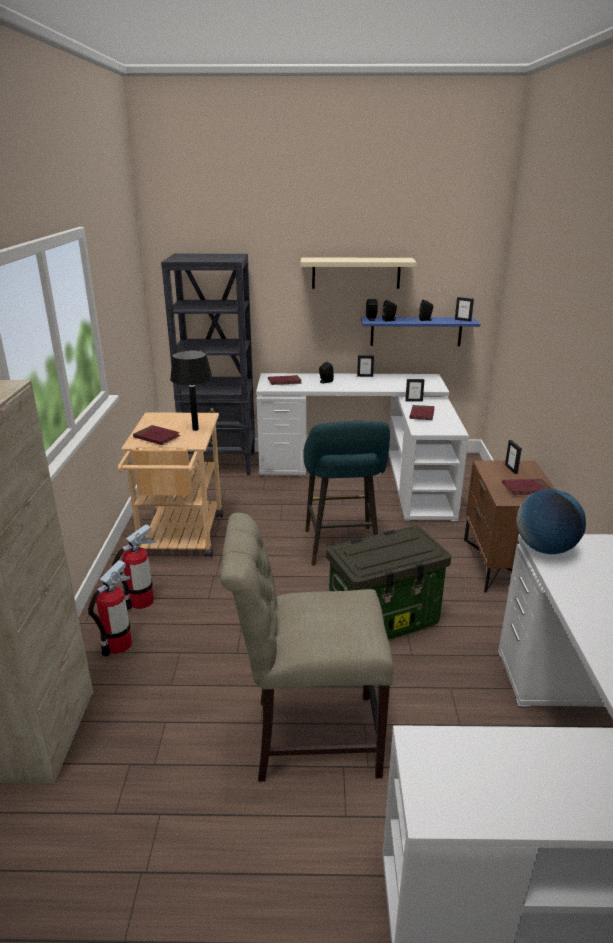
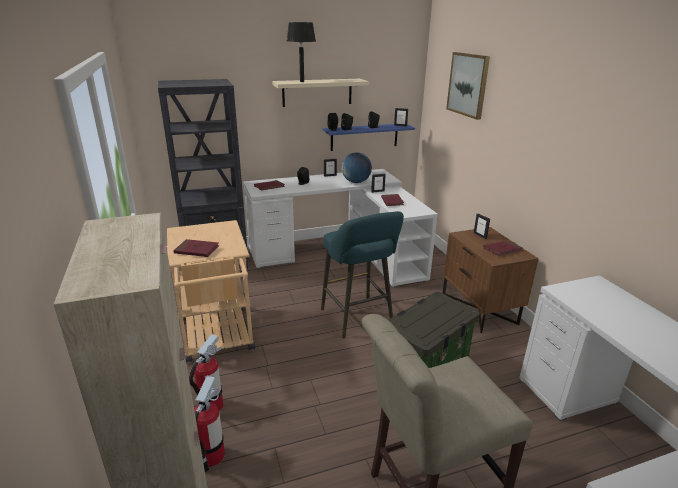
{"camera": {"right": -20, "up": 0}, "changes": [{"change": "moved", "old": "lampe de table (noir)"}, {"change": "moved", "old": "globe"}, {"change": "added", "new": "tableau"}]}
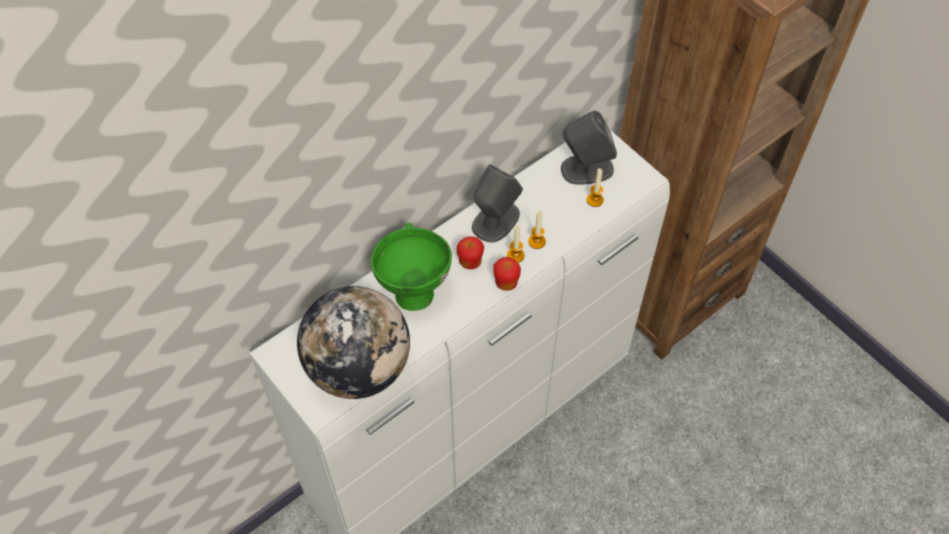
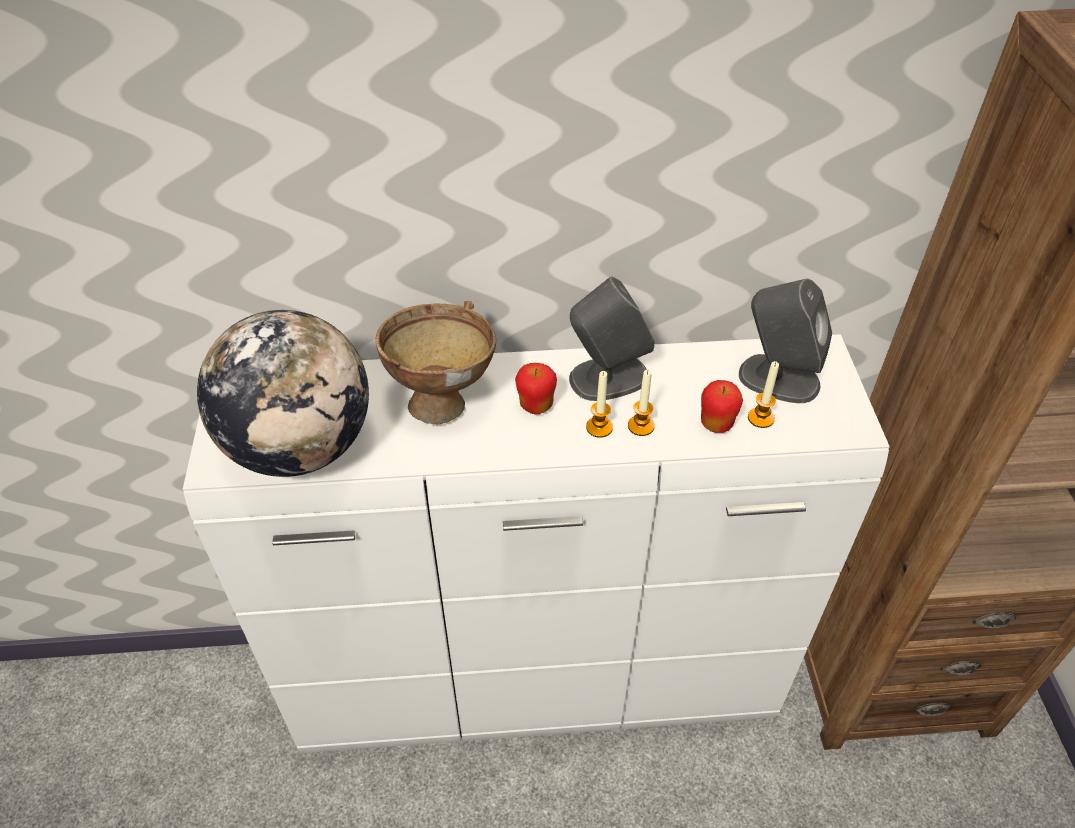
{"camera": {"right": 35, "up": -10}, "changes": [{"change": "recoloured", "old": "bol (vert)", "new": "bol (marron)"}, {"change": "moved", "old": "pomme (2nd from left)"}]}
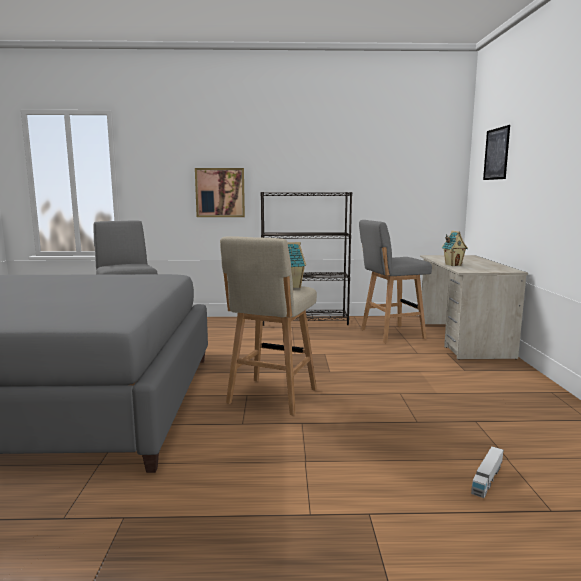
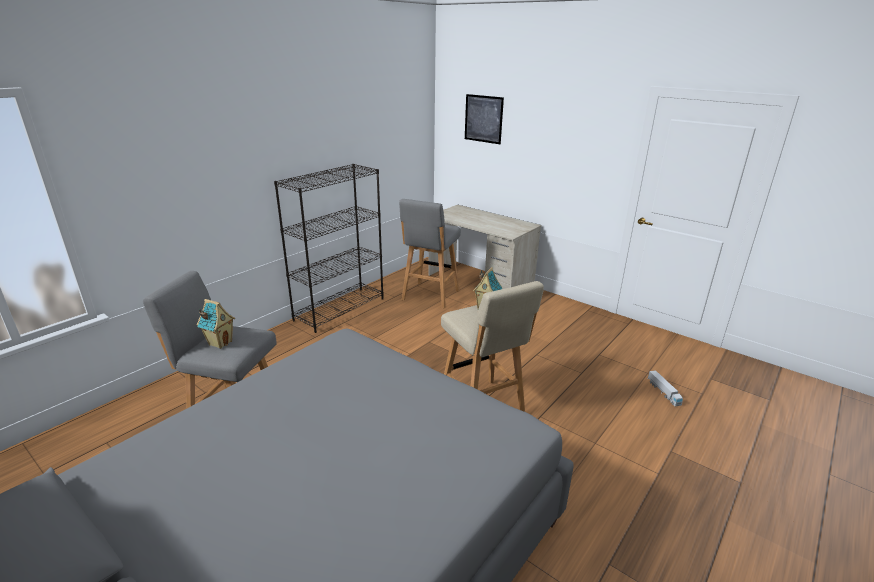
{"camera": {"right": -50, "up": 15}, "changes": [{"change": "moved", "old": "maison miniature (2nd from left in the first image)", "new": "maison miniature (1st from left)"}, {"change": "removed", "old": "tableau (1st from left)"}]}
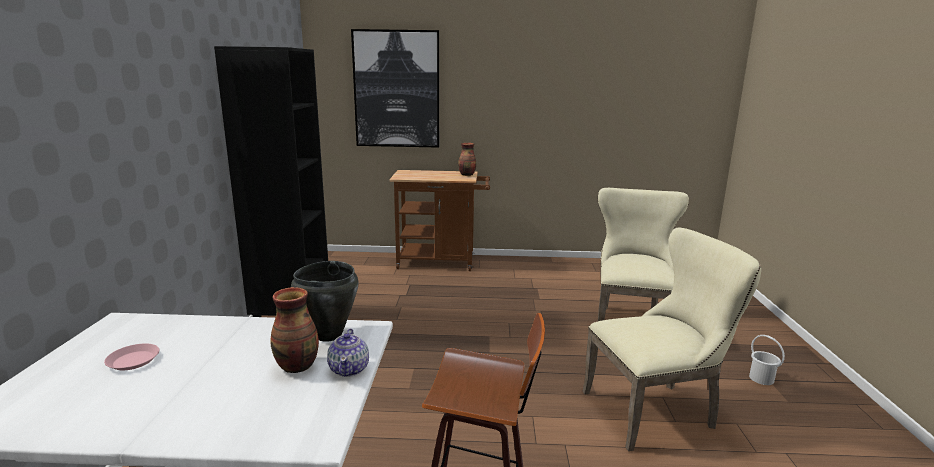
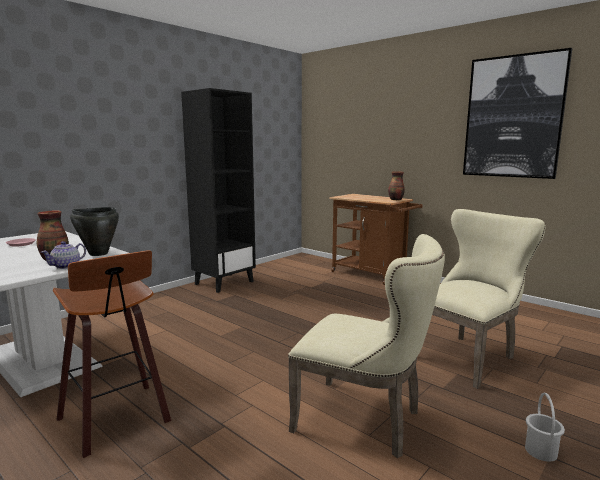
{"camera": {"right": 40, "up": -5}, "changes": [{"change": "moved", "old": "tableau"}]}
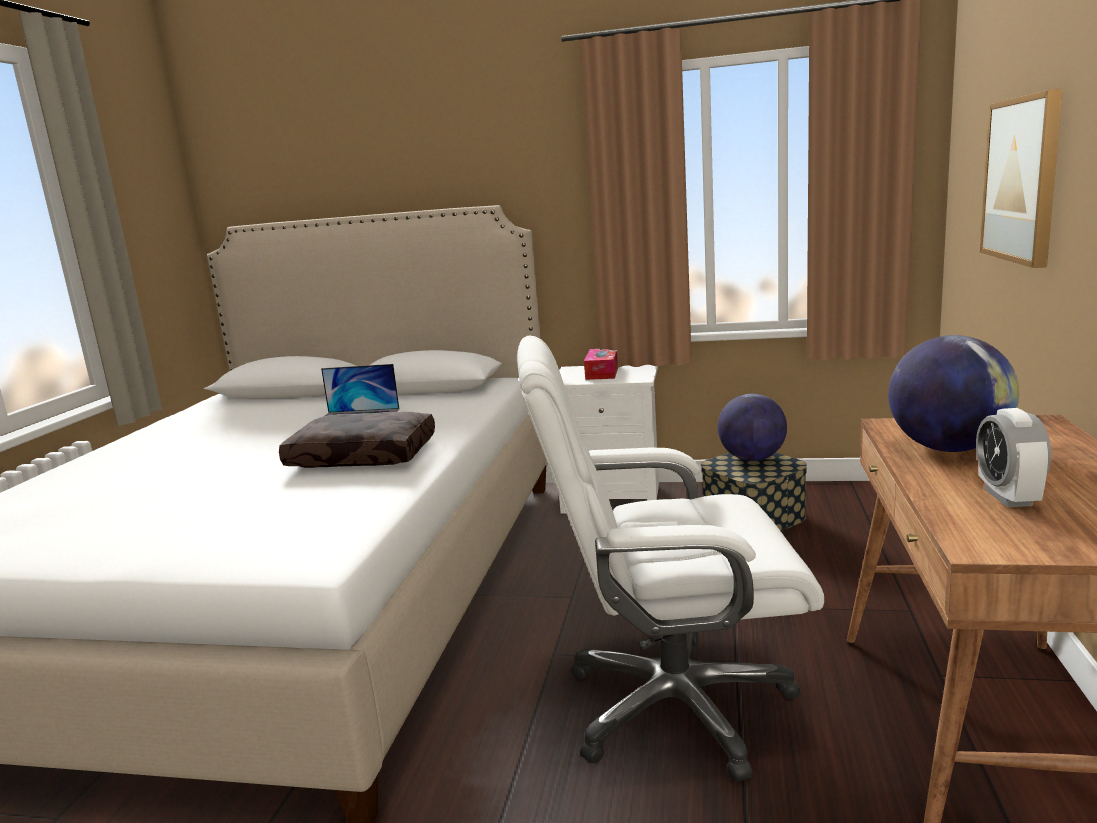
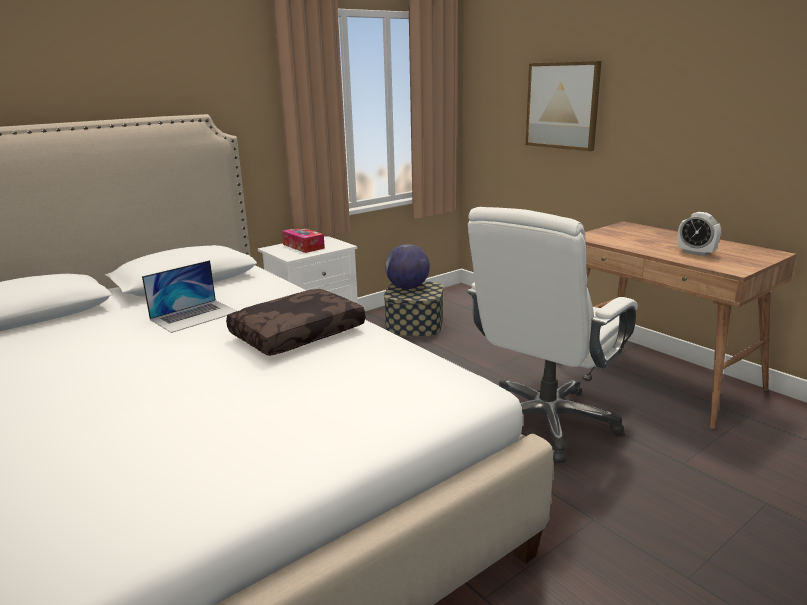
{"camera": {"right": -50, "up": 5}, "changes": [{"change": "removed", "old": "globe (2nd from left)"}]}
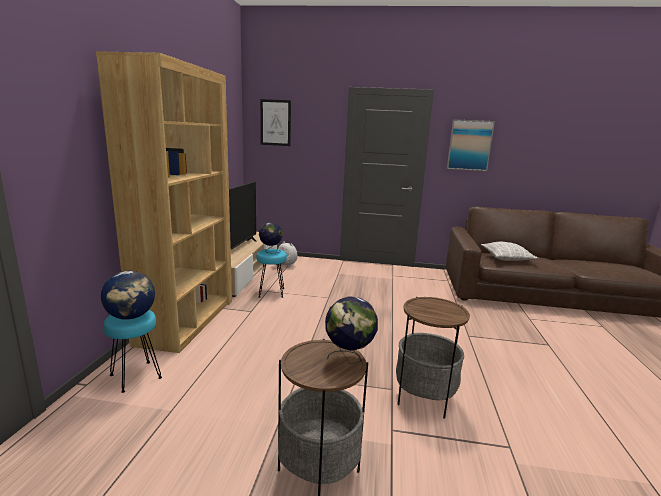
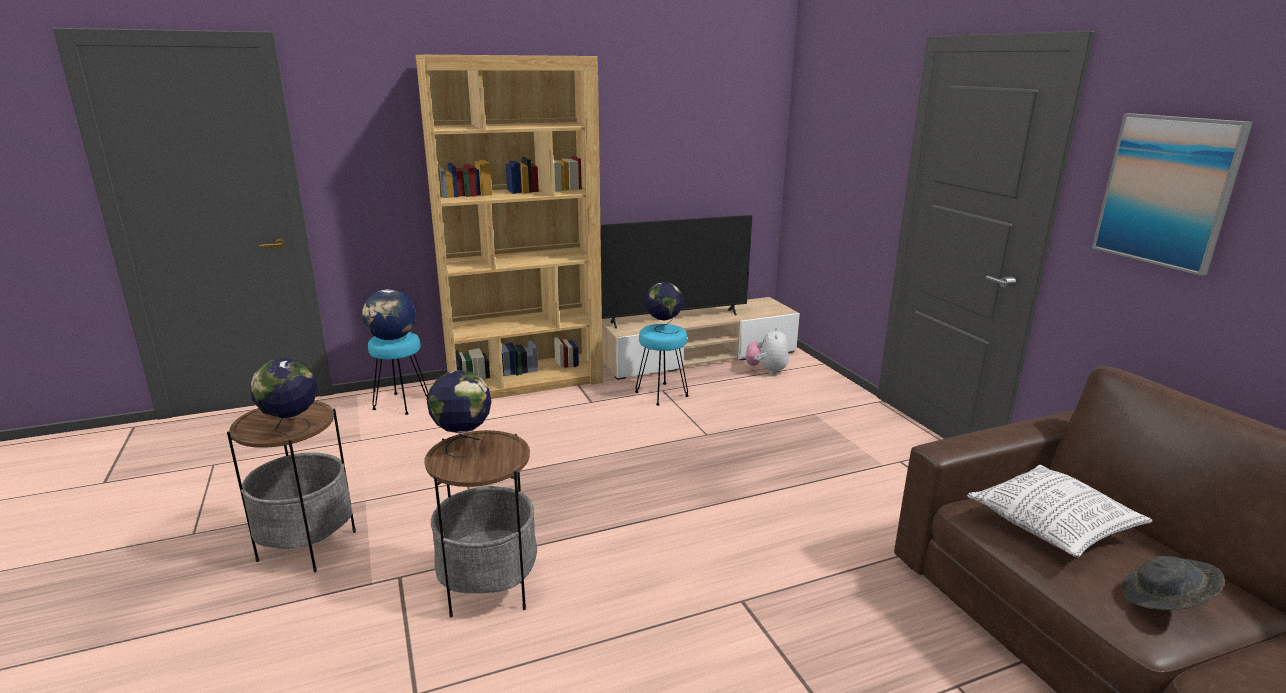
{"camera": {"right": 60, "up": 5}, "changes": [{"change": "added", "new": "globe (3rd from left)"}, {"change": "added", "new": "chapeau (gris)"}, {"change": "removed", "old": "tableau (1st from left)"}]}
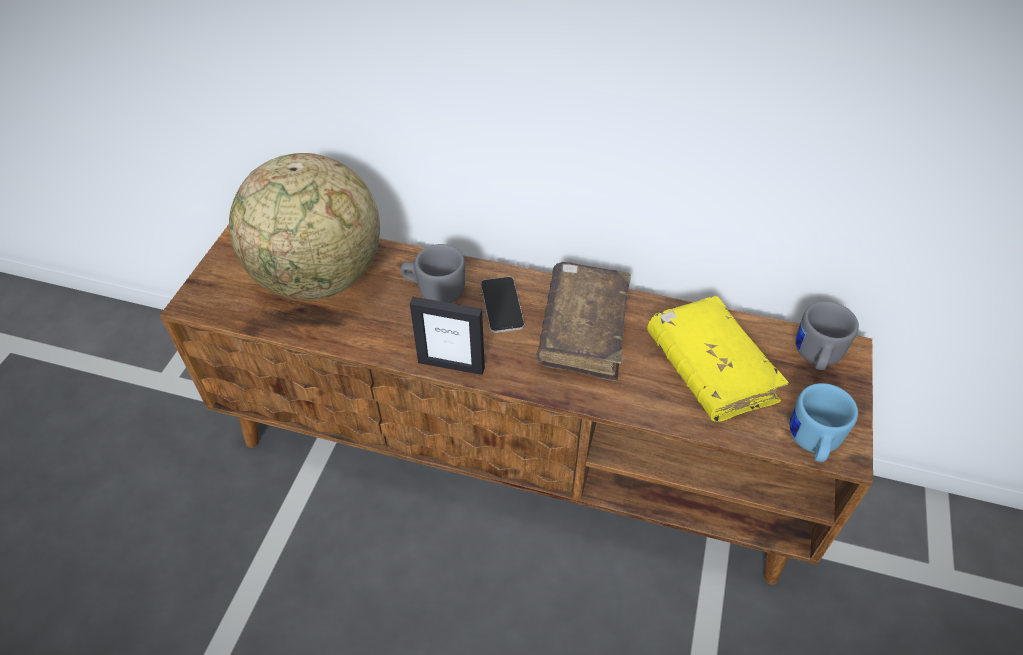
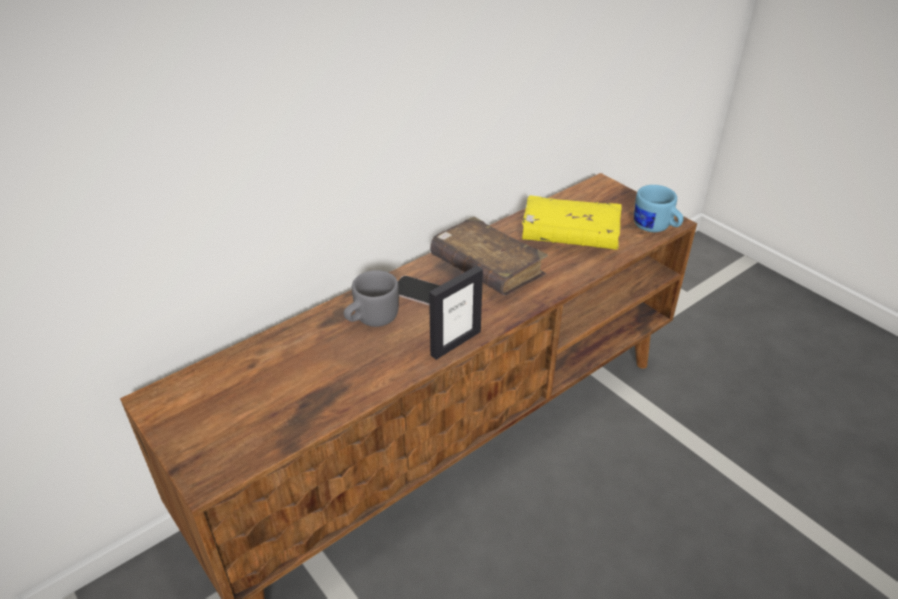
{"camera": {"right": -55, "up": -10}, "changes": [{"change": "removed", "old": "globe"}, {"change": "removed", "old": "mug (gris) (2nd from left)"}]}
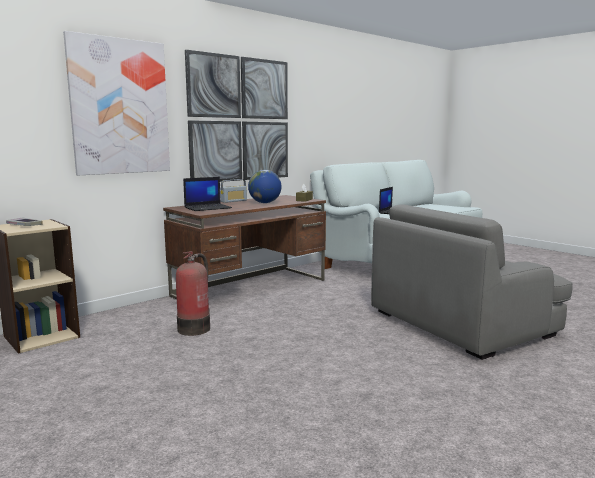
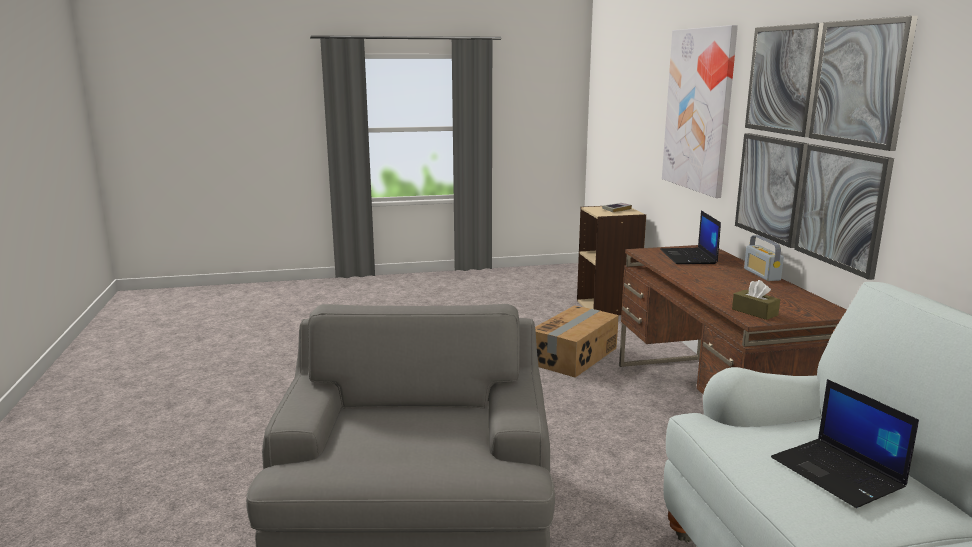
{"camera": {"right": 120, "up": 5}, "changes": [{"change": "replaced", "old": "extincteur", "new": "carton"}, {"change": "removed", "old": "globe"}]}
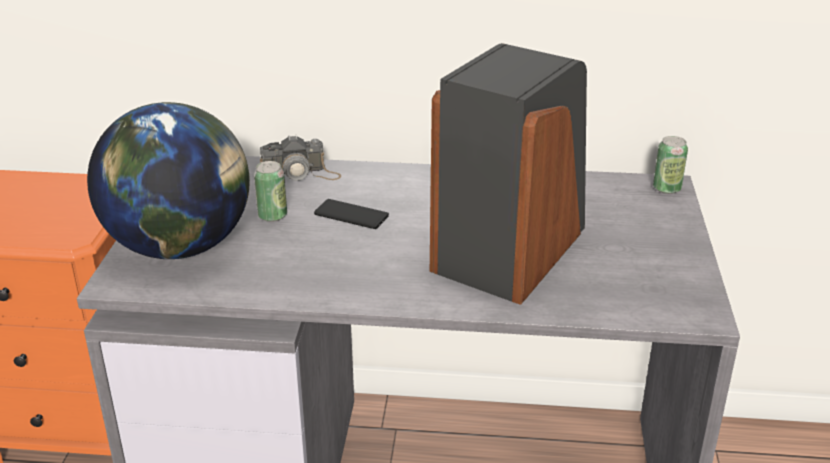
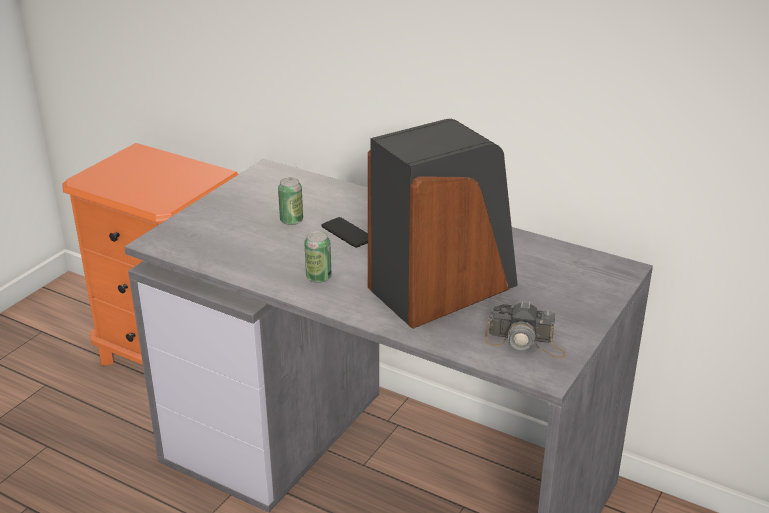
{"camera": {"right": 25, "up": 0}, "changes": [{"change": "moved", "old": "boîte métallique (2nd from left)"}, {"change": "moved", "old": "appareil photo"}, {"change": "removed", "old": "globe"}]}
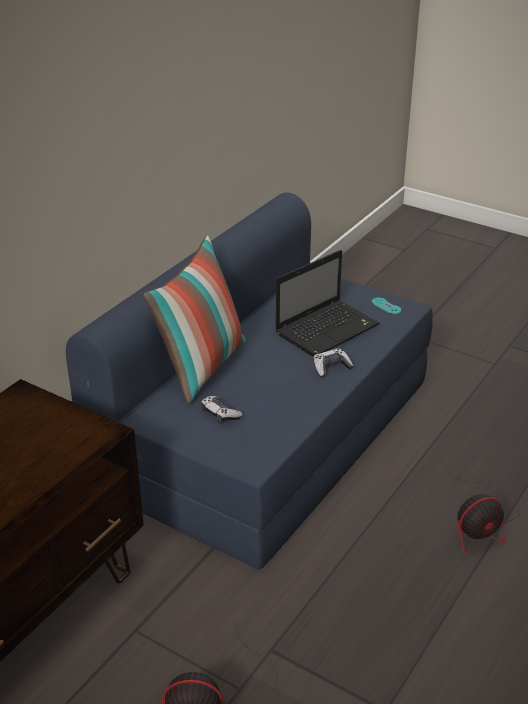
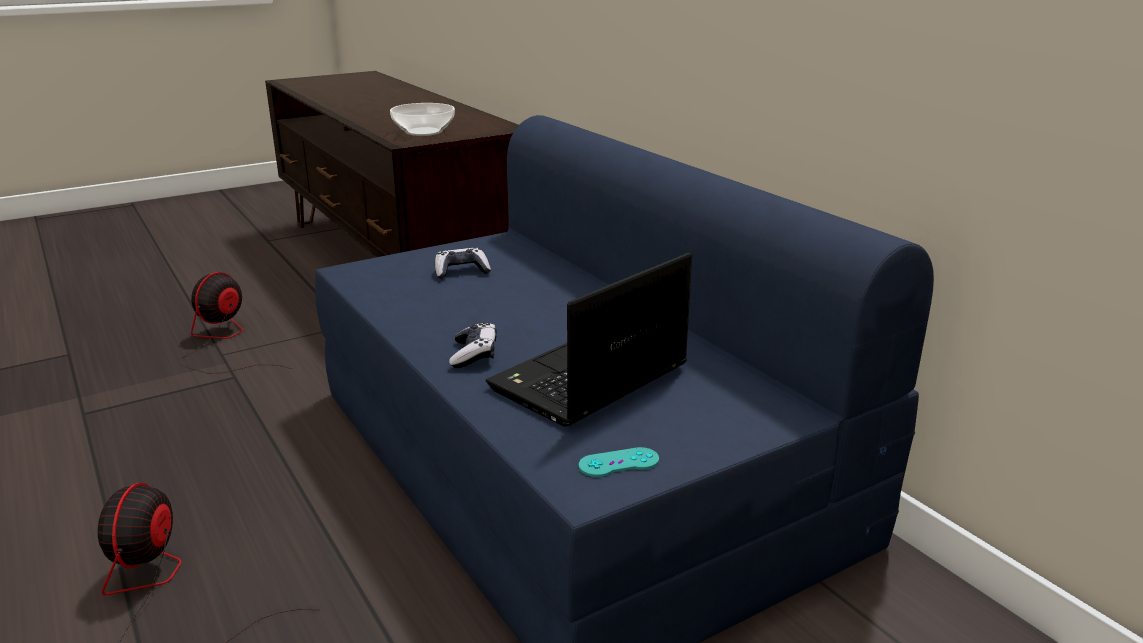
{"camera": {"right": 115, "up": -10}, "changes": [{"change": "added", "new": "bol"}, {"change": "turned", "old": "ordinateur portable", "degrees": 60}, {"change": "removed", "old": "coussin"}]}
